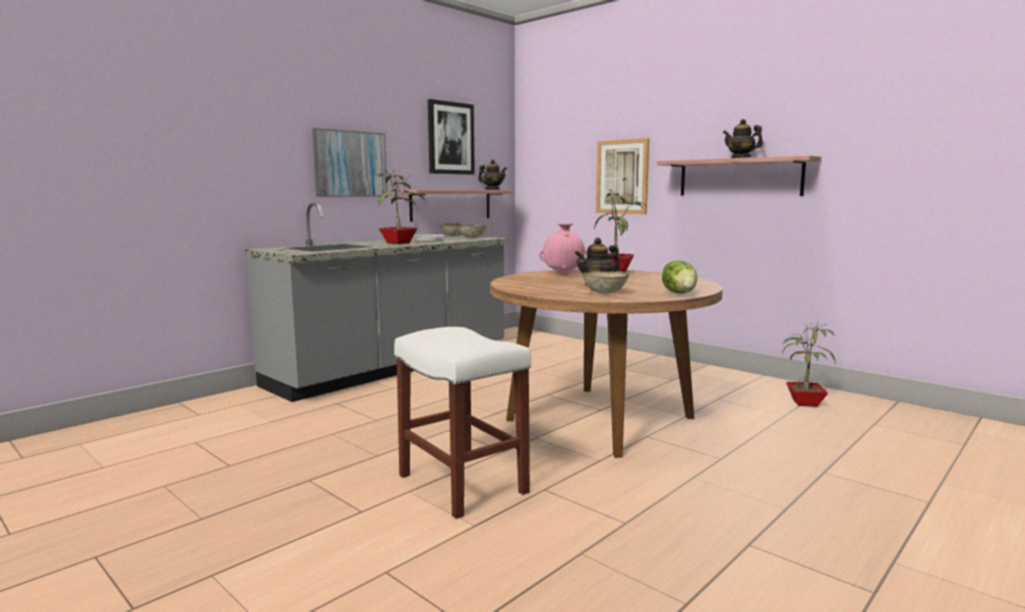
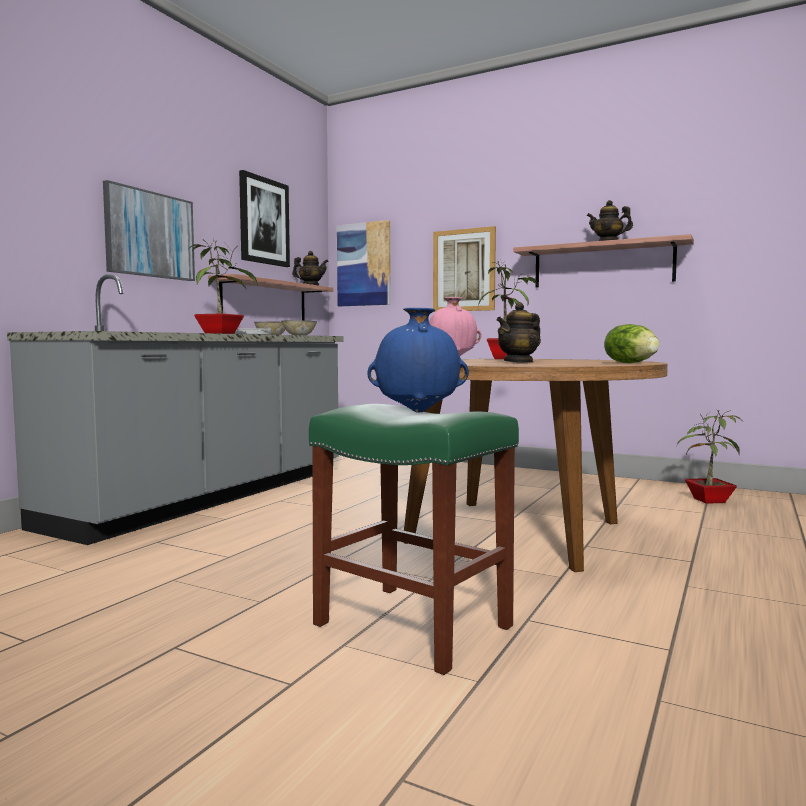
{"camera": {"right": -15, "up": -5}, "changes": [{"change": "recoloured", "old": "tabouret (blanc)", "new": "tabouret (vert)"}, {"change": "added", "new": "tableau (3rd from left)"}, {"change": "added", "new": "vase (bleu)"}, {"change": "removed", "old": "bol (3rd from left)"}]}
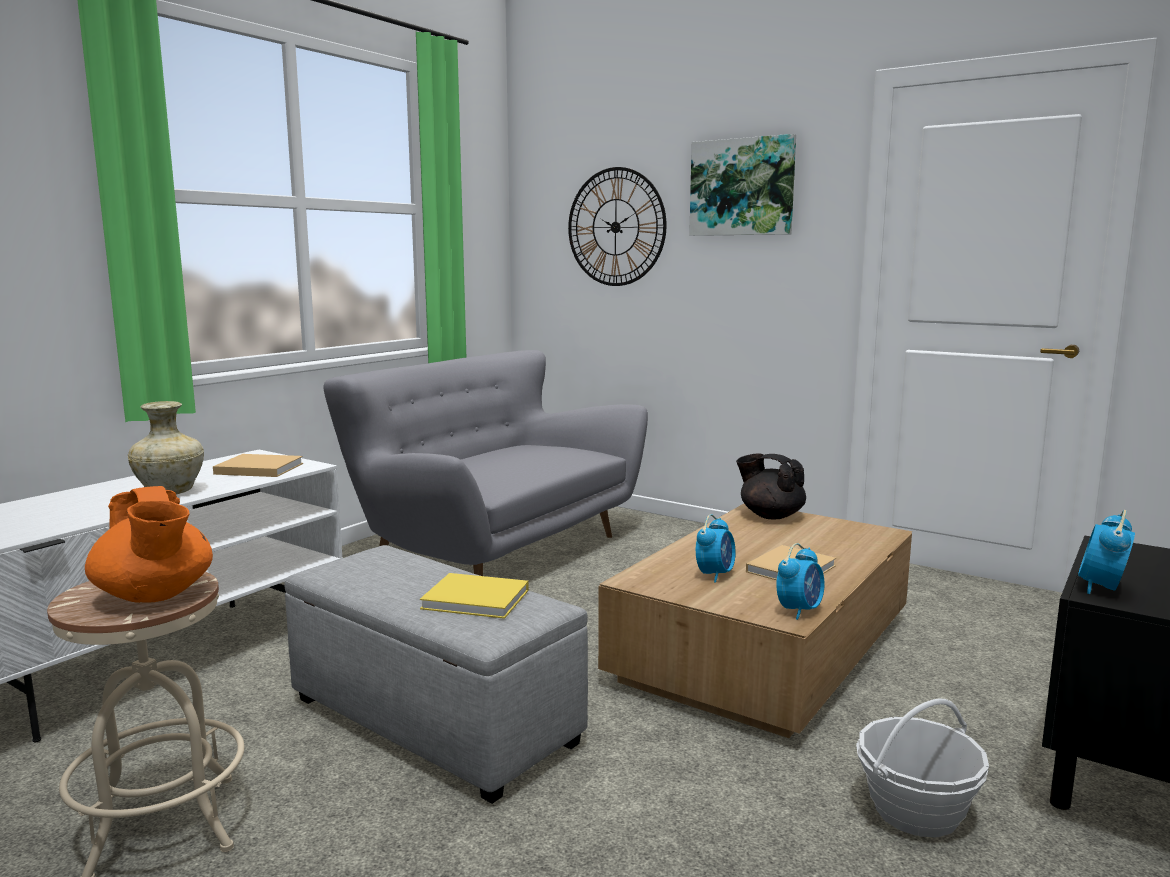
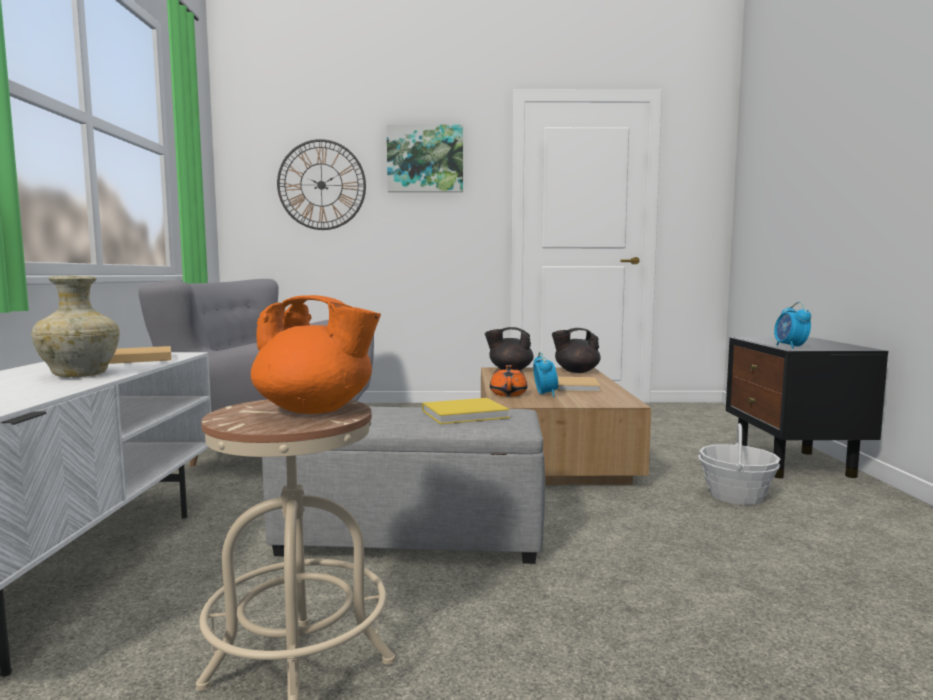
{"camera": {"right": -35, "up": -5}, "changes": [{"change": "added", "new": "théière (orange) (2nd from left)"}, {"change": "added", "new": "théière (noir) (2nd from left)"}, {"change": "removed", "old": "réveil (2nd from left)"}]}
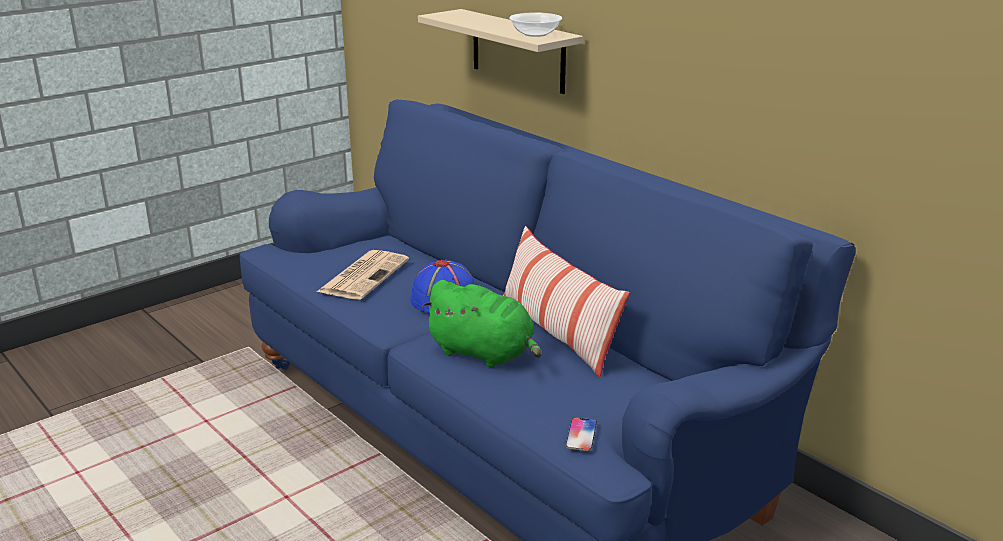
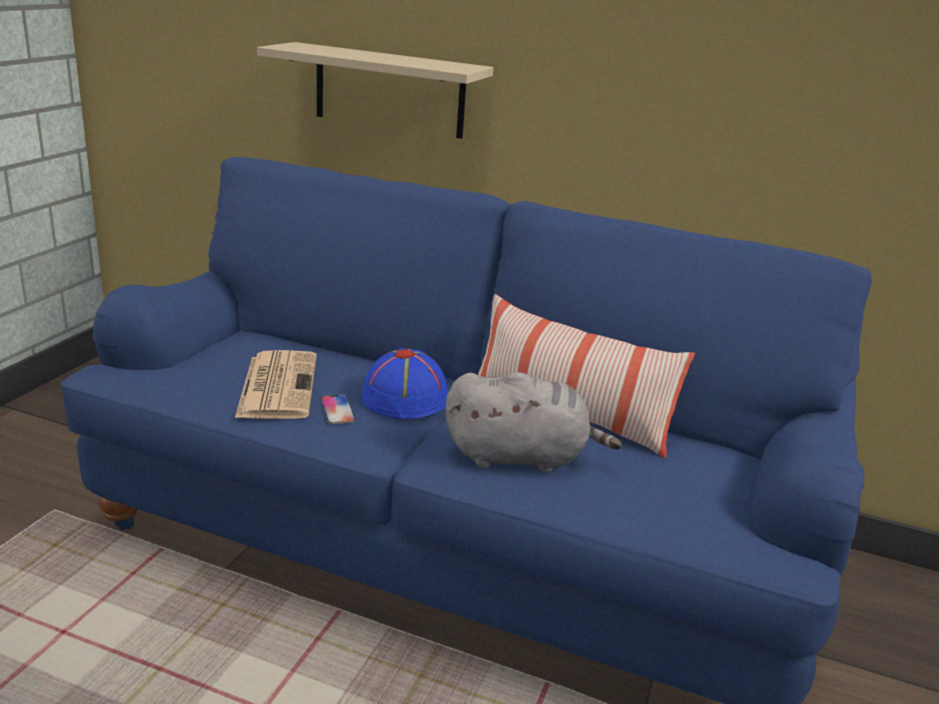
{"camera": {"right": -30, "up": 0}, "changes": [{"change": "moved", "old": "téléphone"}, {"change": "recoloured", "old": "peluche (vert)", "new": "peluche (gris)"}, {"change": "removed", "old": "bol"}]}
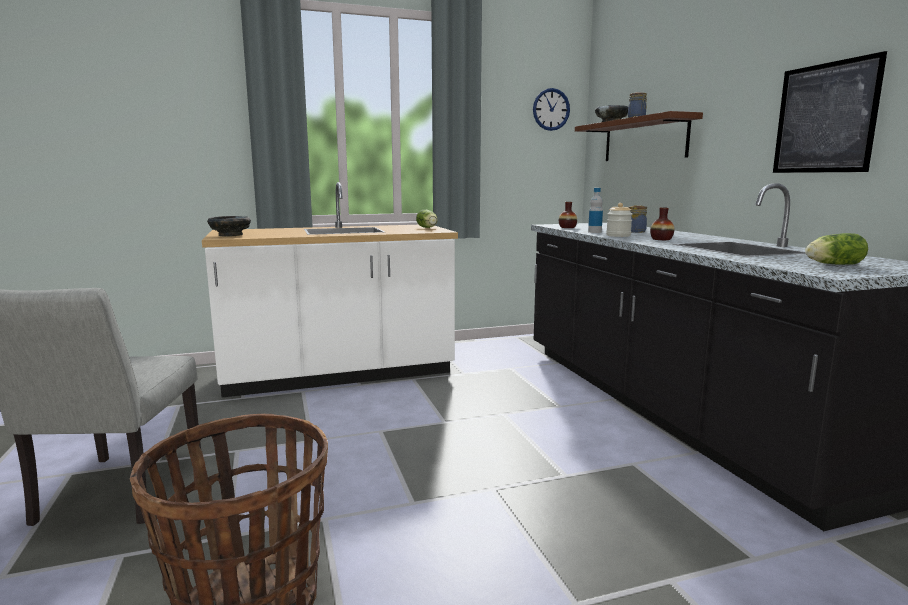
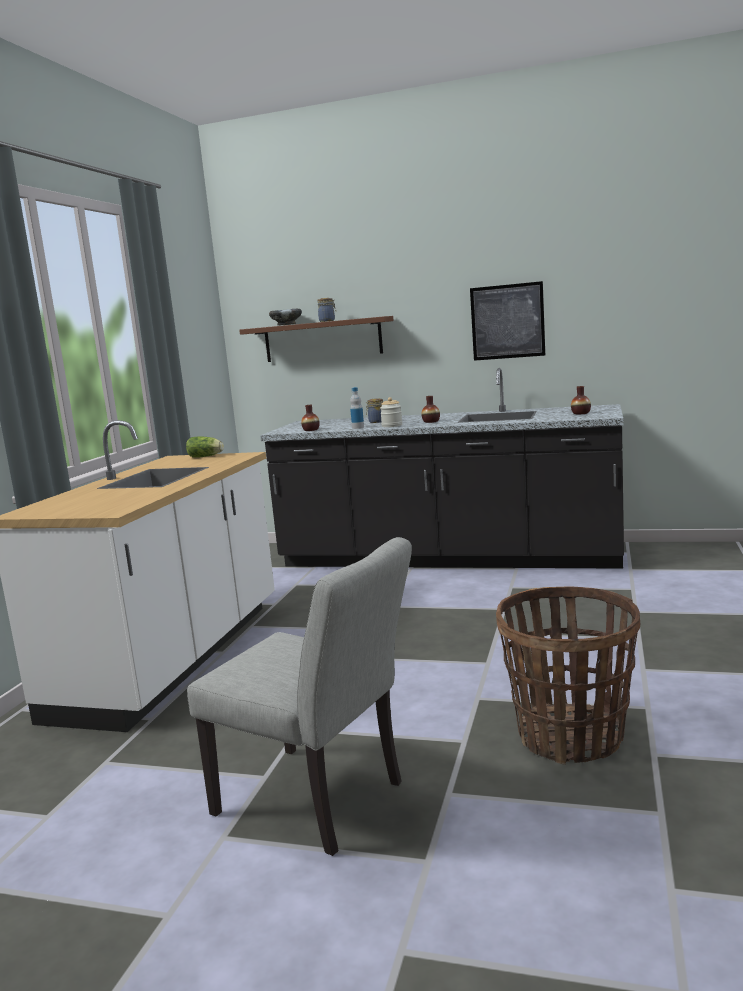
{"camera": {"right": -55, "up": 0}, "changes": [{"change": "replaced", "old": "laitue (2nd from left)", "new": "vase (3rd from left)"}, {"change": "removed", "old": "bol (noir) (1st from left)"}, {"change": "removed", "old": "horloge murale"}]}
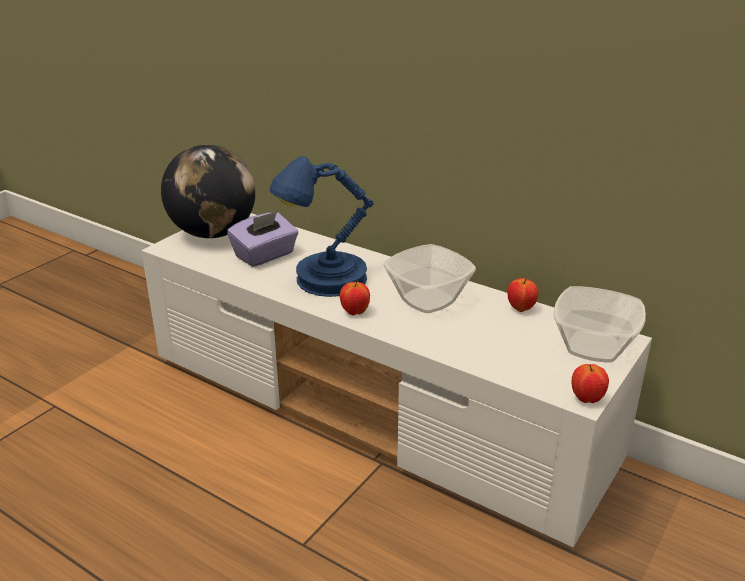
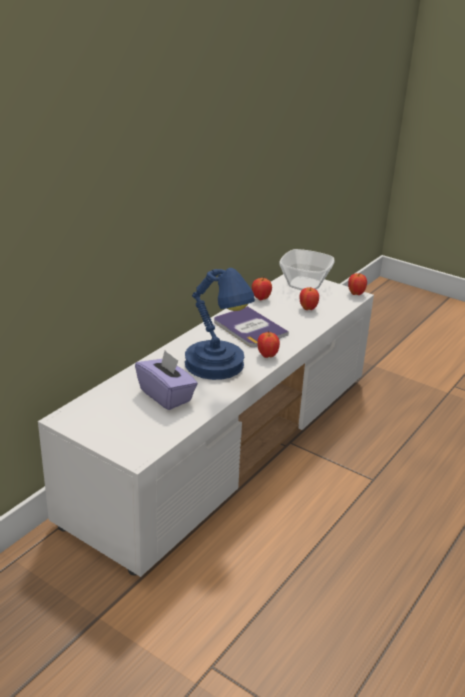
{"camera": {"right": -90, "up": 0}, "changes": [{"change": "replaced", "old": "bol (1st from left)", "new": "livre"}, {"change": "added", "new": "pomme (3rd from left)"}, {"change": "removed", "old": "globe"}]}
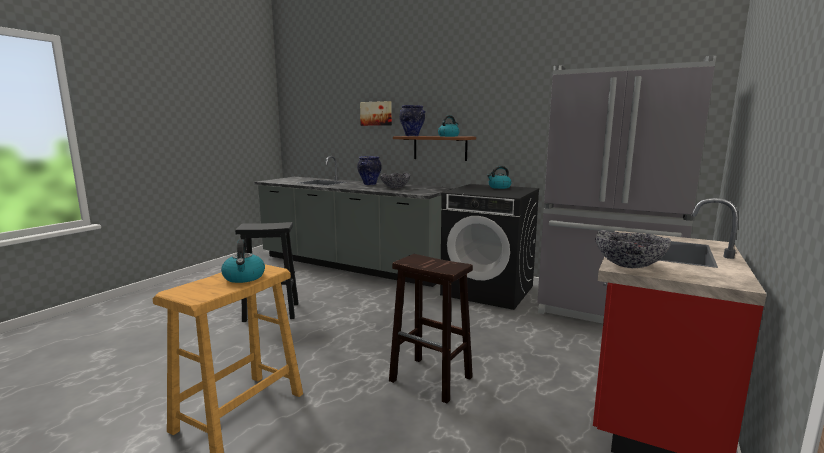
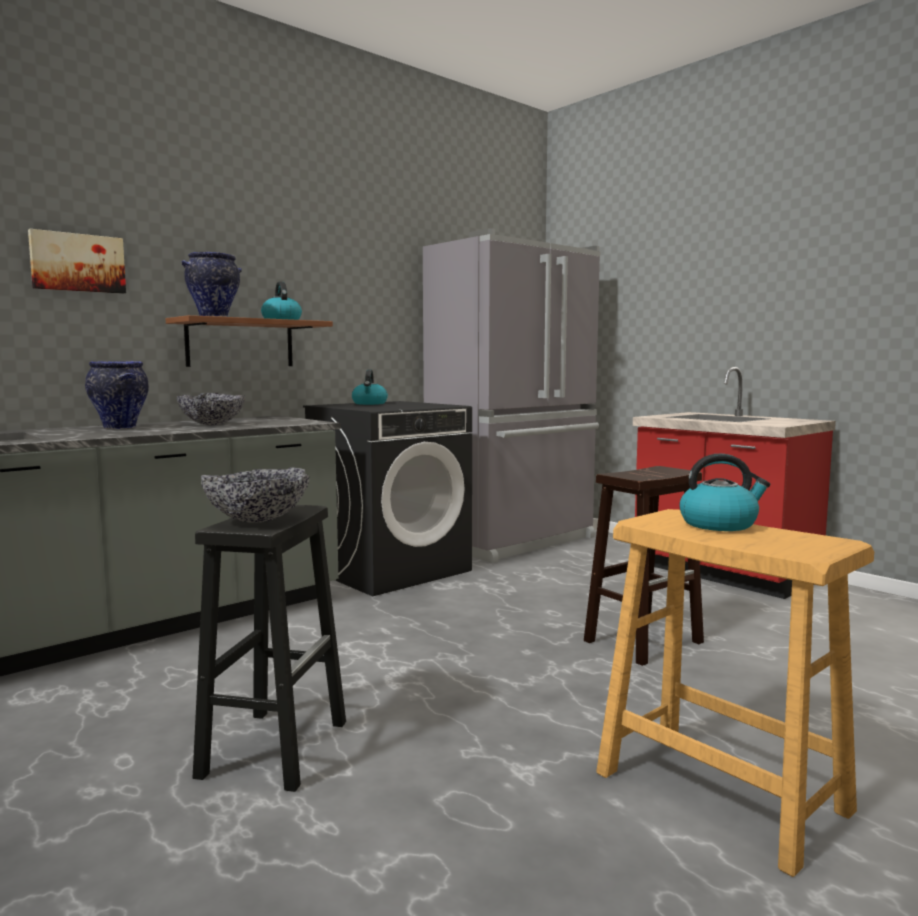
{"camera": {"right": -70, "up": -5}, "changes": [{"change": "moved", "old": "bol (2nd from left)"}]}
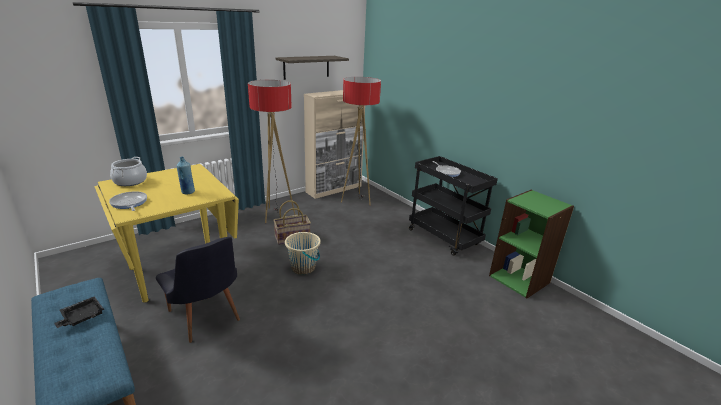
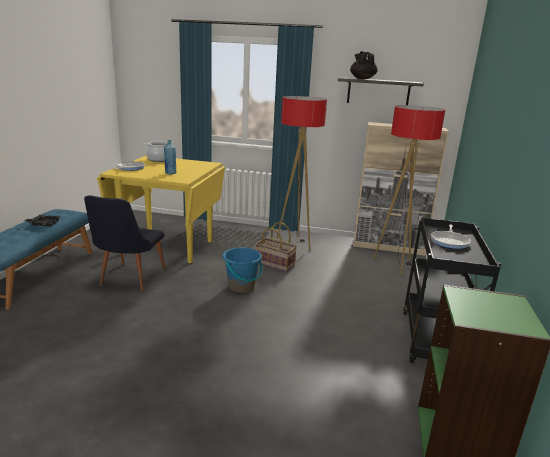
{"camera": {"right": 50, "up": -5}, "changes": [{"change": "recoloured", "old": "seau (beige)", "new": "seau (bleu)"}, {"change": "added", "new": "théière (noir)"}]}
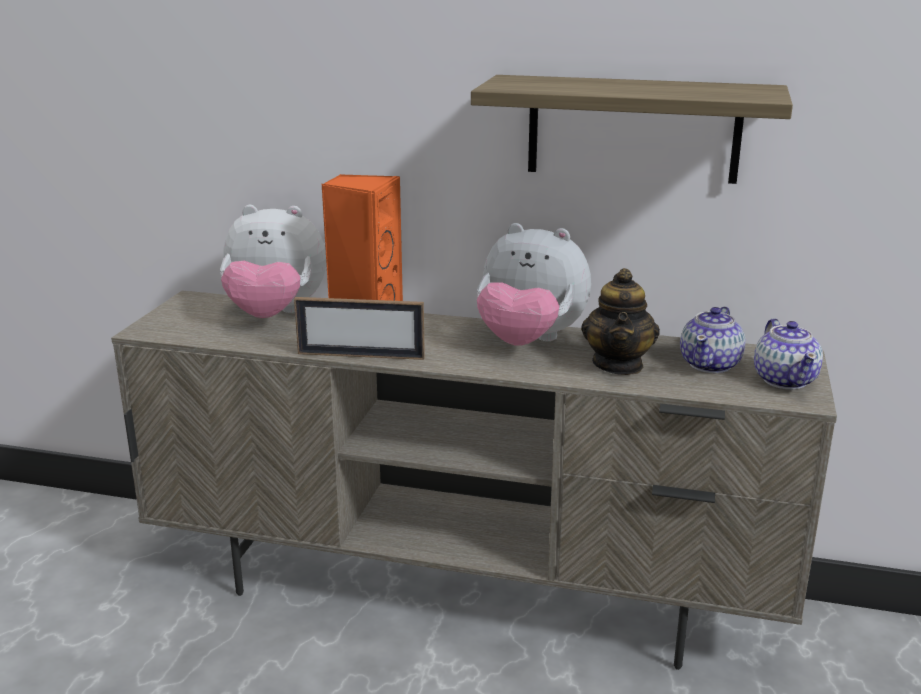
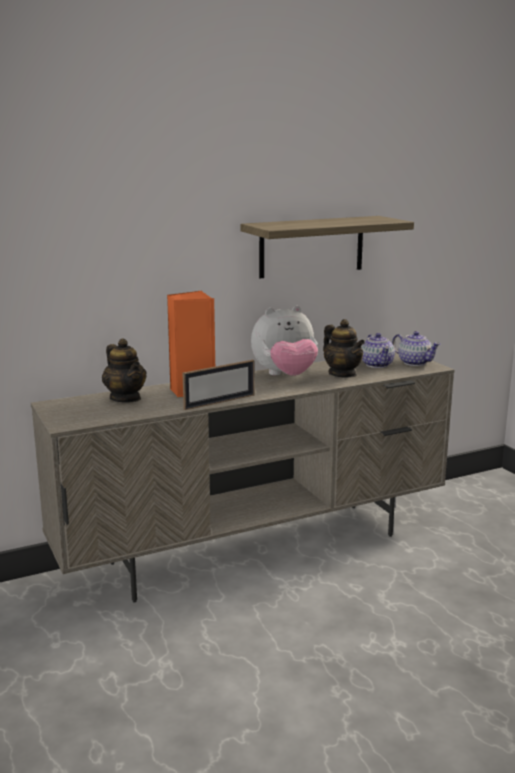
{"camera": {"right": -40, "up": -5}, "changes": [{"change": "replaced", "old": "peluche (1st from left)", "new": "théière (1st from left)"}]}
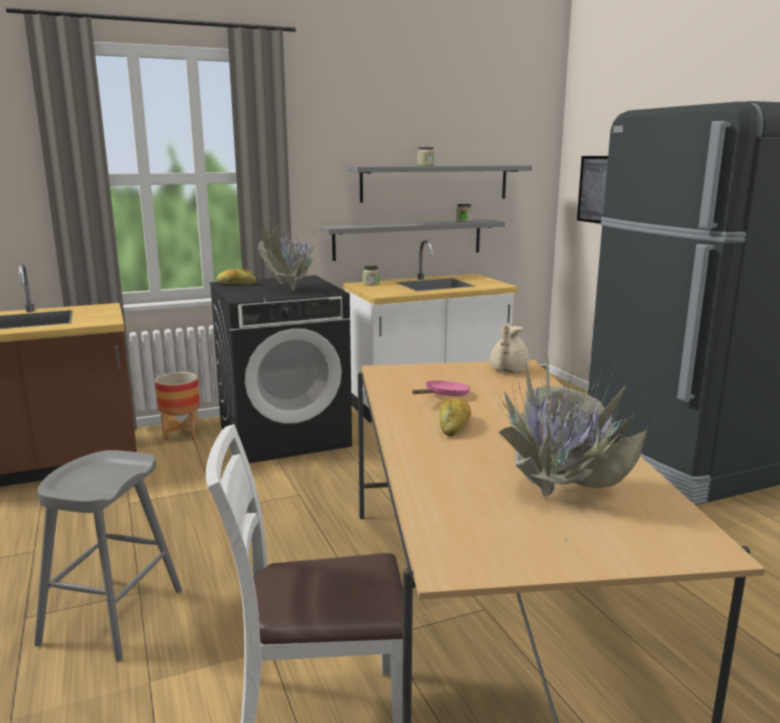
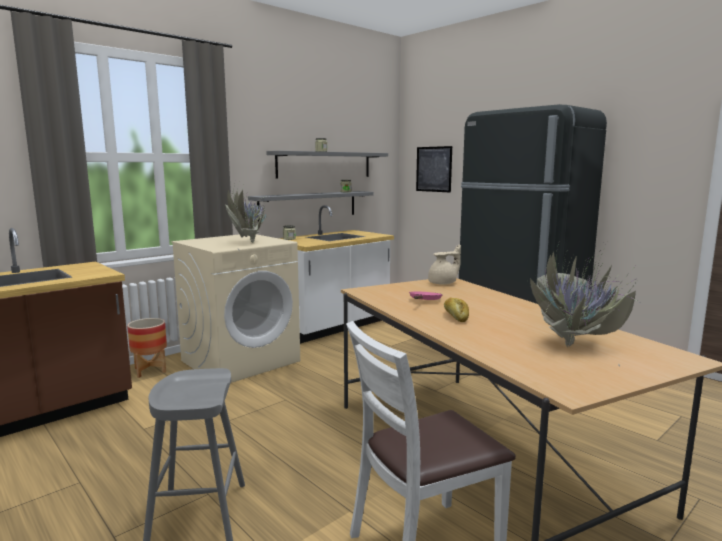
{"camera": {"right": -20, "up": -5}, "changes": [{"change": "recoloured", "old": "lave-linge (noir)", "new": "lave-linge (beige)"}, {"change": "turned", "old": "théière (beige)", "degrees": -120}, {"change": "removed", "old": "pain (1st from left)"}]}
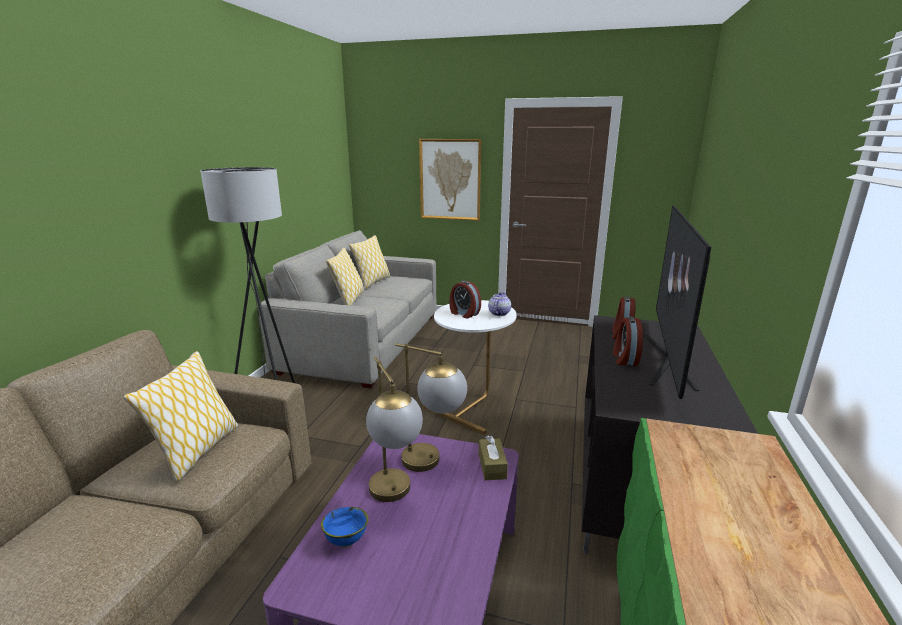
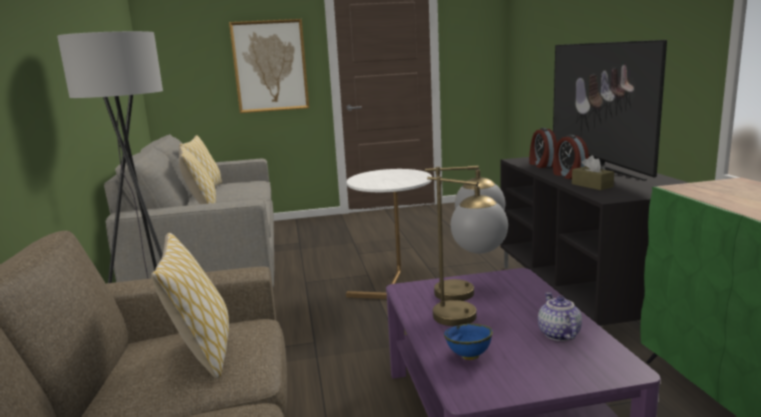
{"camera": {"right": -25, "up": -5}, "changes": [{"change": "moved", "old": "théière"}, {"change": "moved", "old": "boîte à mouchoirs (marron)"}, {"change": "removed", "old": "réveil (1st from left)"}]}
